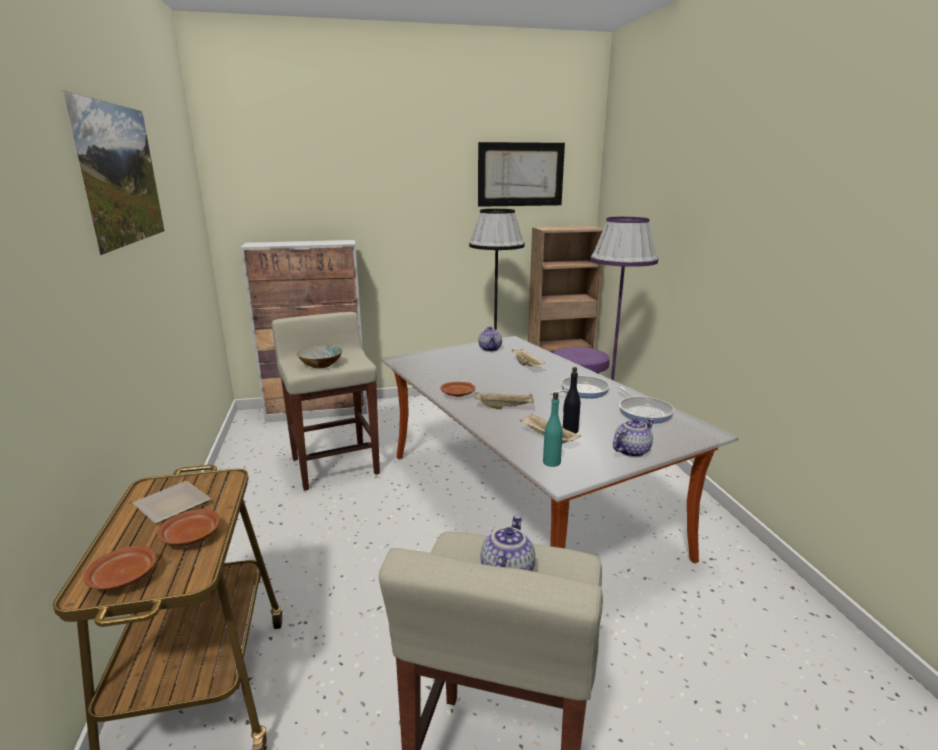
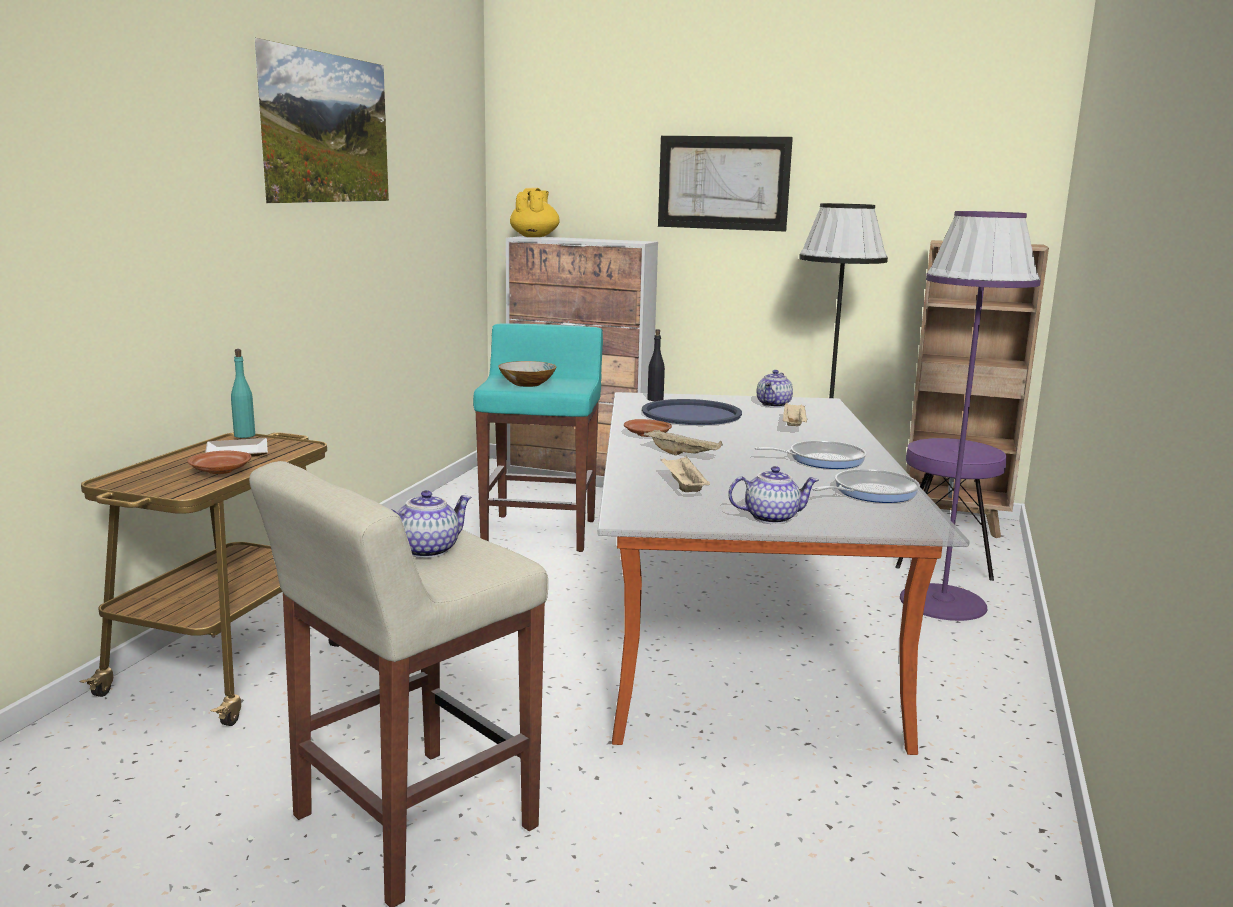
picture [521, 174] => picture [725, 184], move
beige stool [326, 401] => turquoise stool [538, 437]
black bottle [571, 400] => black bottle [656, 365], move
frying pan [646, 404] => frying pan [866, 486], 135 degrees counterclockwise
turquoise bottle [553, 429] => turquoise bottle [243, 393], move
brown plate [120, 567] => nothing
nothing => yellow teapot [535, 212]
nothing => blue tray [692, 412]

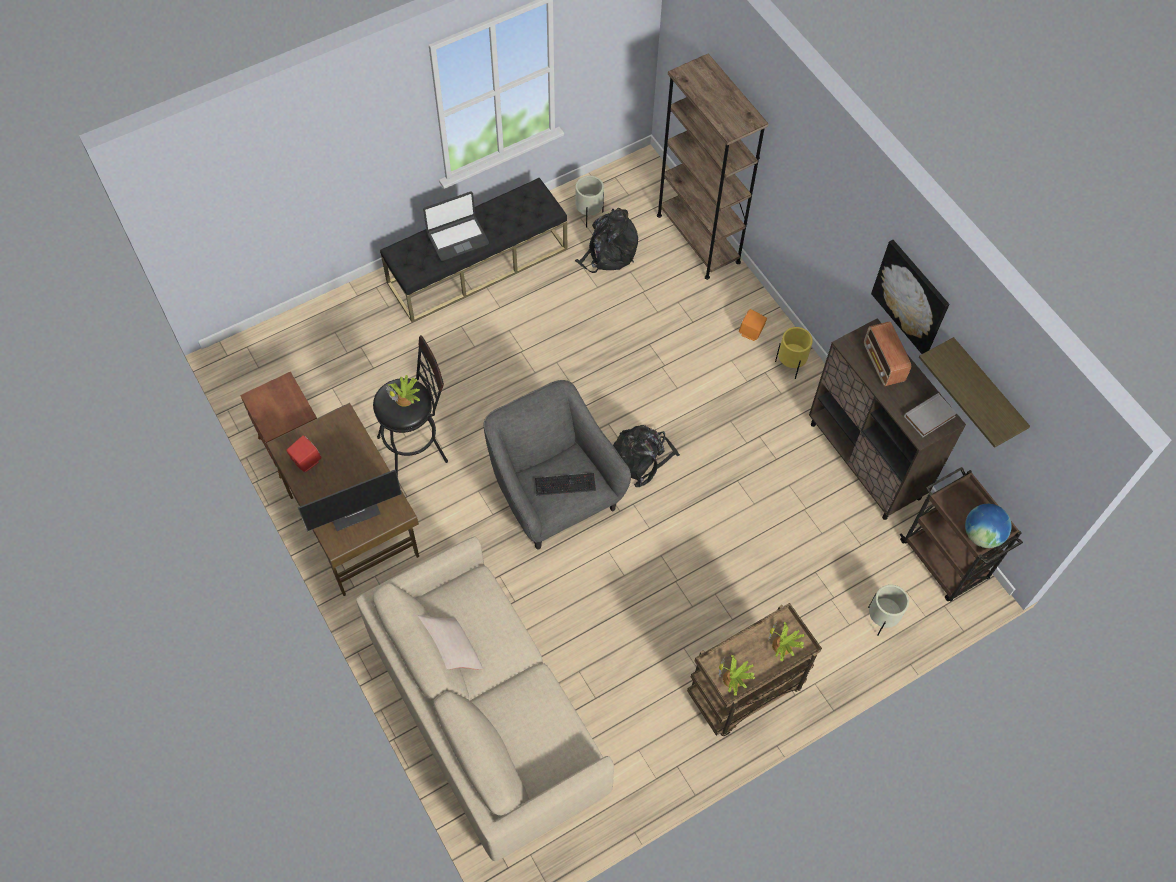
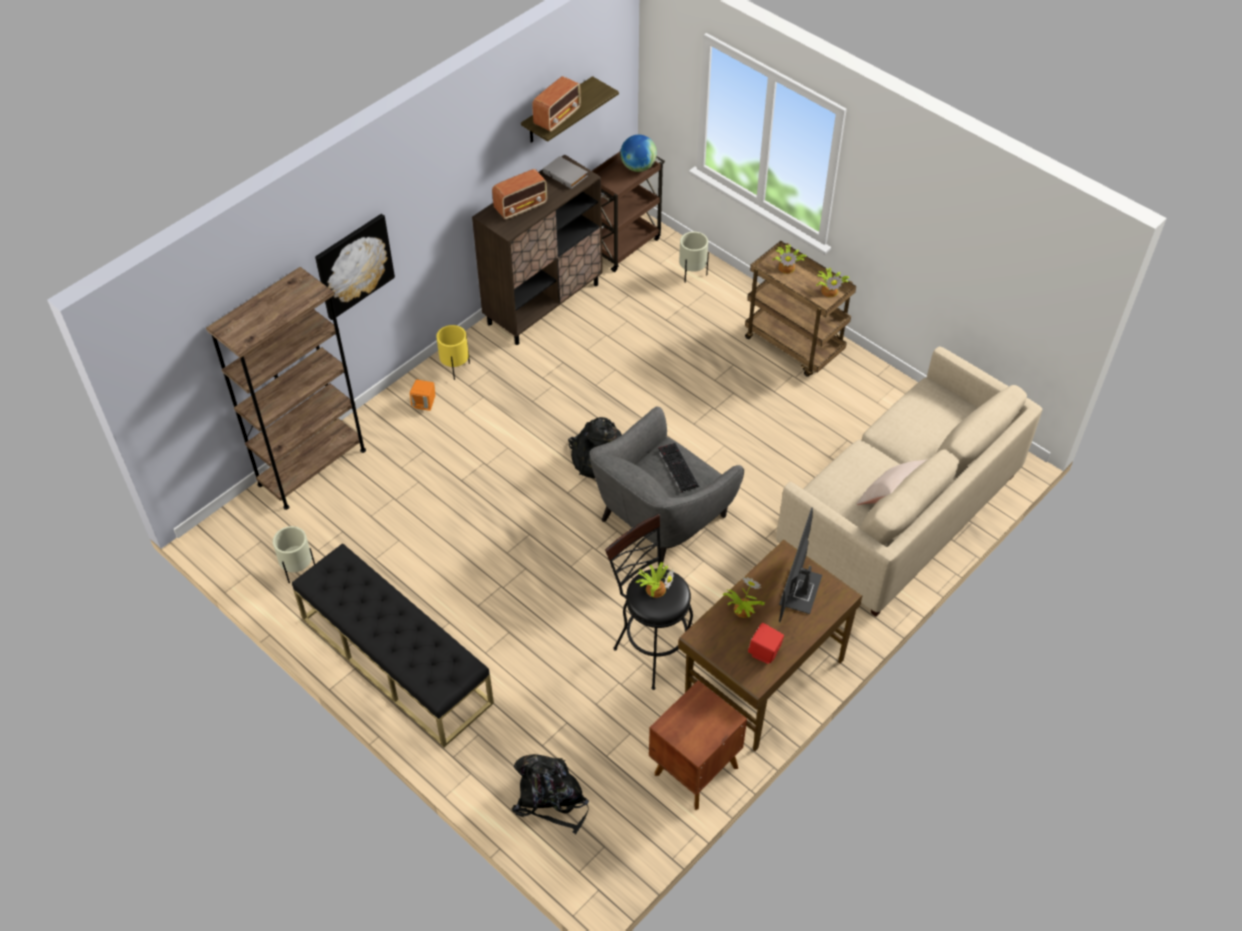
laptop [456, 226] => nothing
black backpack [606, 240] => black backpack [550, 794], move
picture [910, 297] => picture [355, 267], move
monitor [350, 500] => monitor [800, 564], 120 degrees counterclockwise
nothing => radio [556, 103]
nothing => potted plant [744, 597]

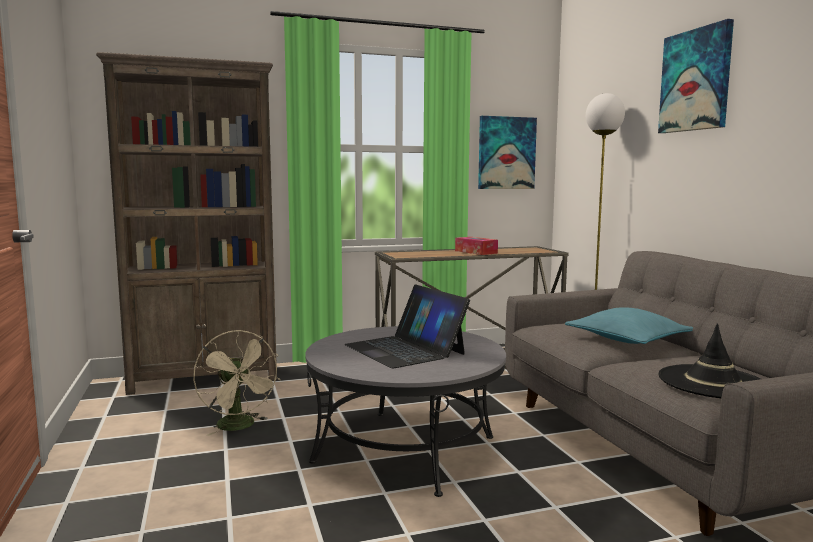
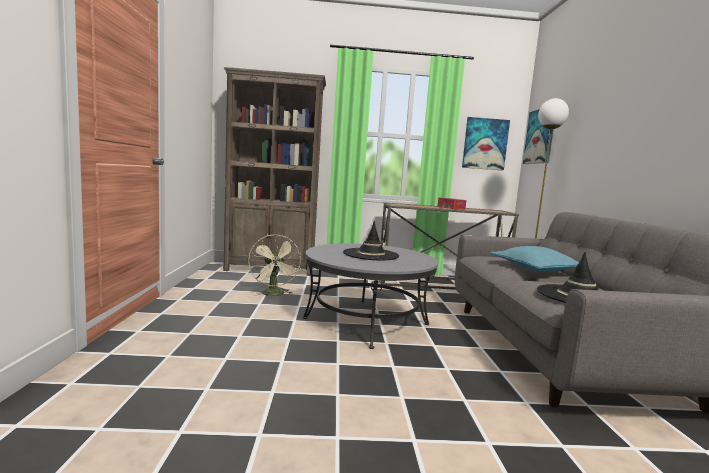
picture [696, 76] => picture [538, 136], move
laptop [407, 326] => black hat [371, 240]

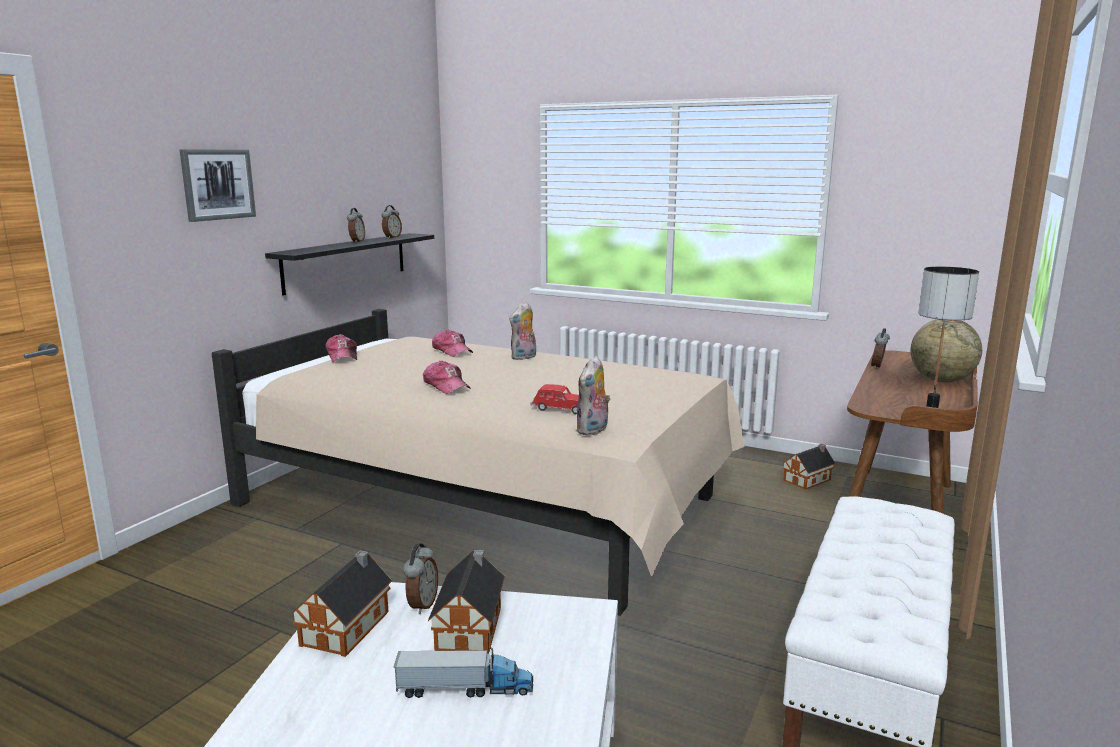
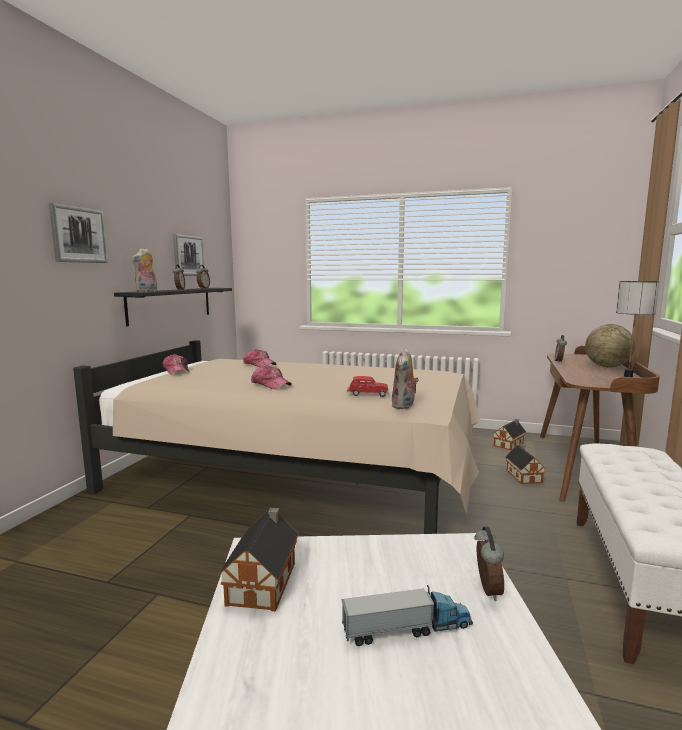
plush toy [522, 331] => plush toy [144, 270], move
alarm clock [420, 578] => alarm clock [489, 564], move
toy house [466, 602] => toy house [525, 464], move
nothing => picture [188, 255]

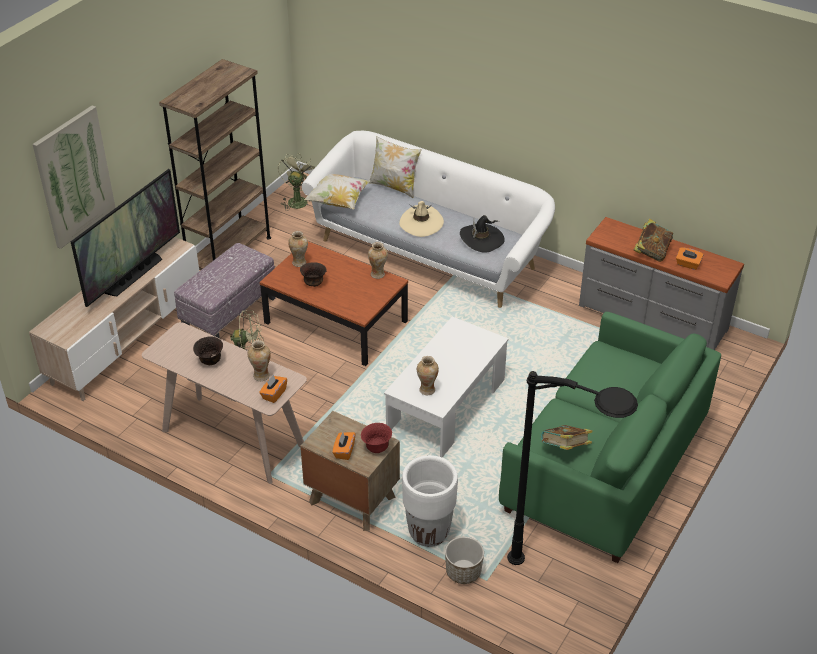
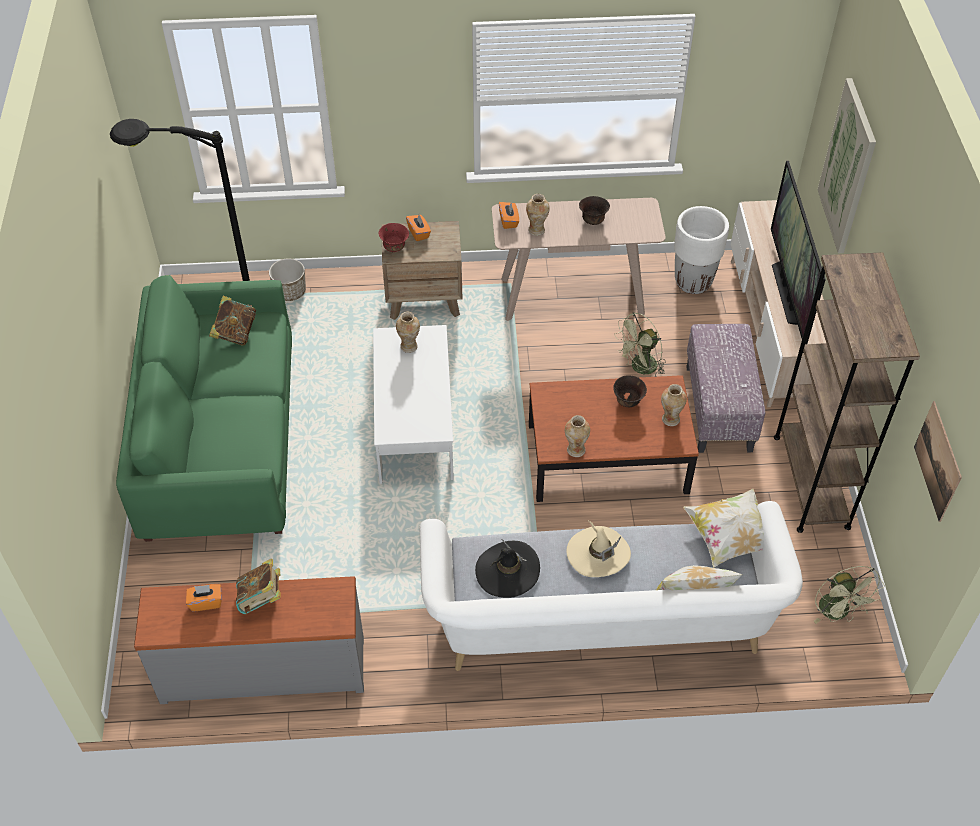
white planter [430, 501] => white planter [701, 250], move
nothing => picture [938, 461]

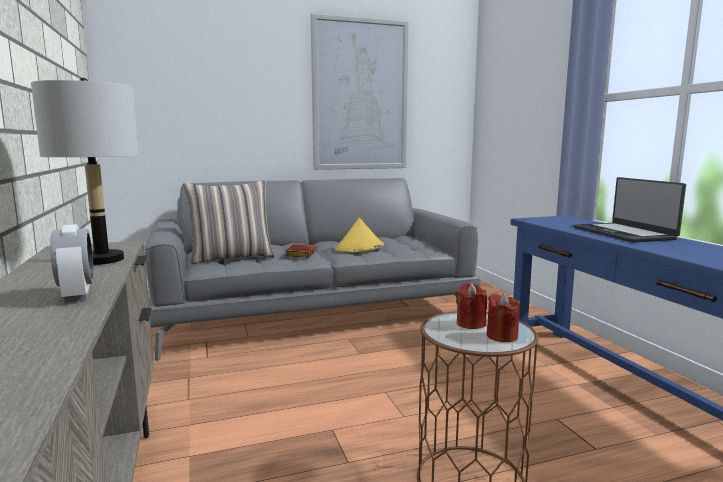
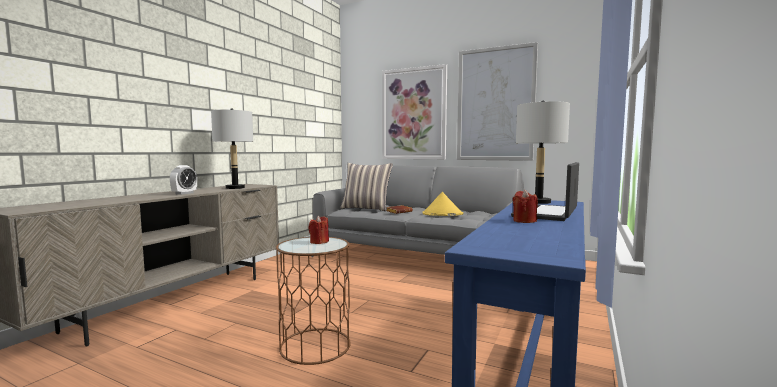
red candle [503, 317] => red candle [525, 206], move
nothing => picture [414, 111]
nothing => grey table lamp [543, 152]

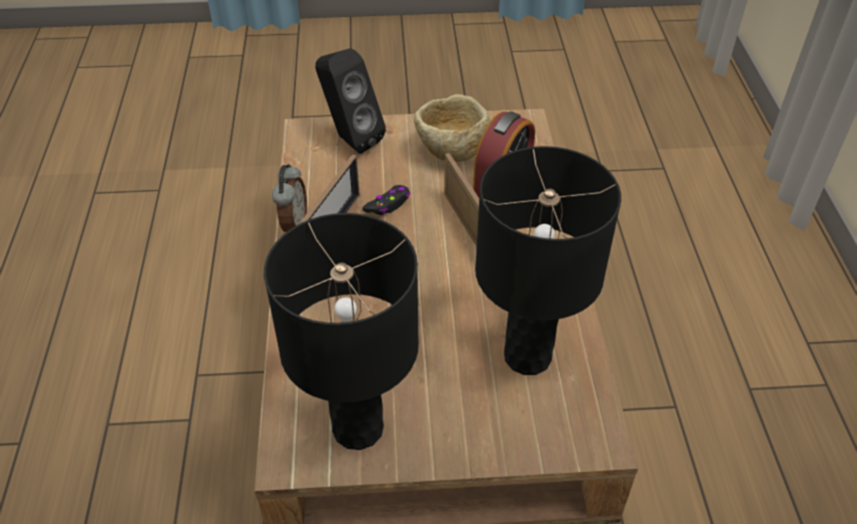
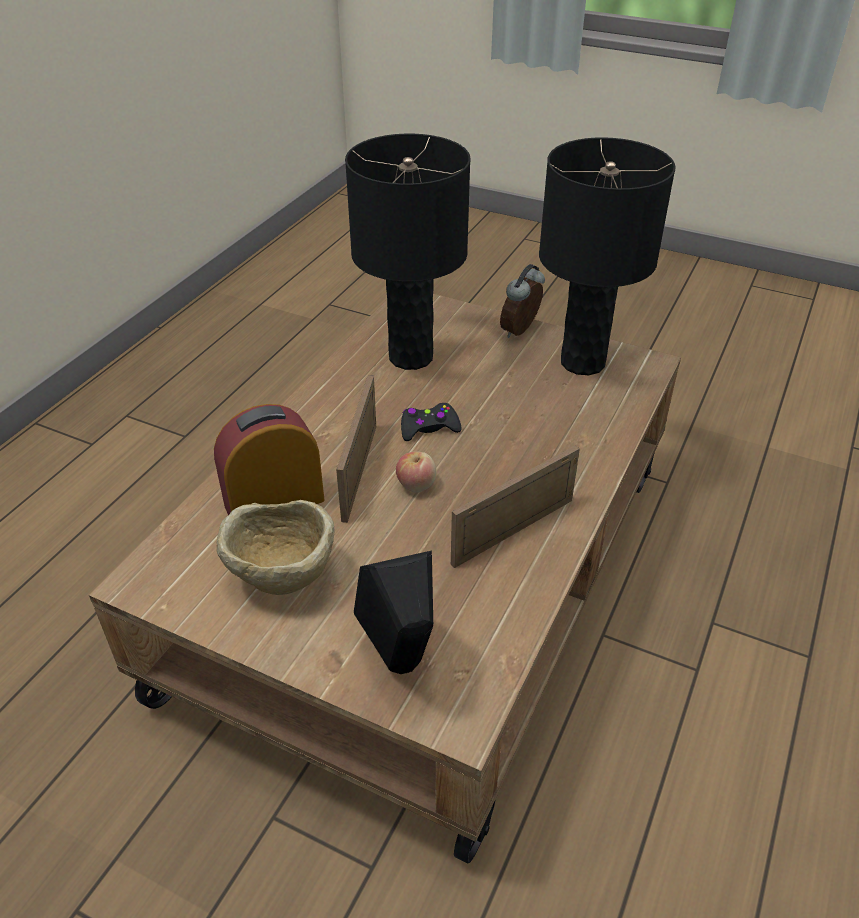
alarm clock [289, 198] => alarm clock [522, 301], move
black game controller [386, 200] => black game controller [431, 422], move
nothing => apple [416, 472]

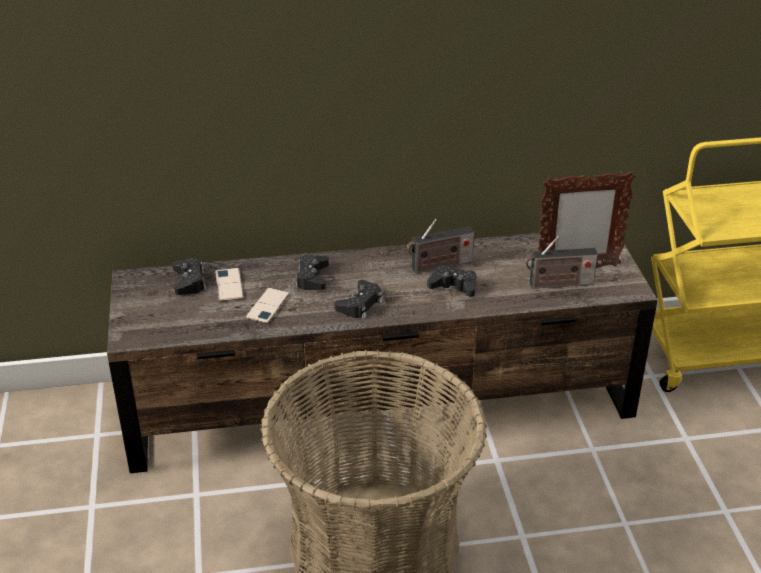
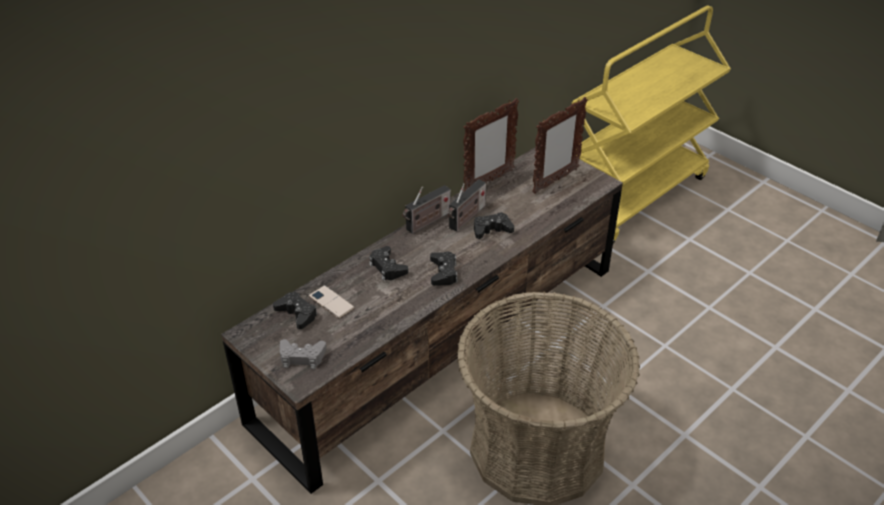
radio [562, 262] => radio [427, 209], move
phone [267, 306] => nothing
nothing => picture frame [491, 144]
nothing => grey game controller [303, 354]

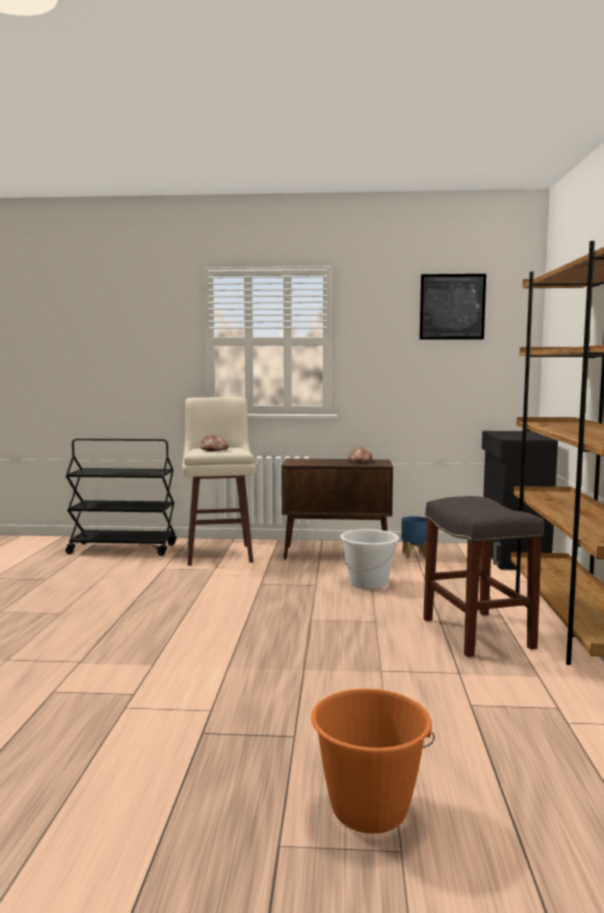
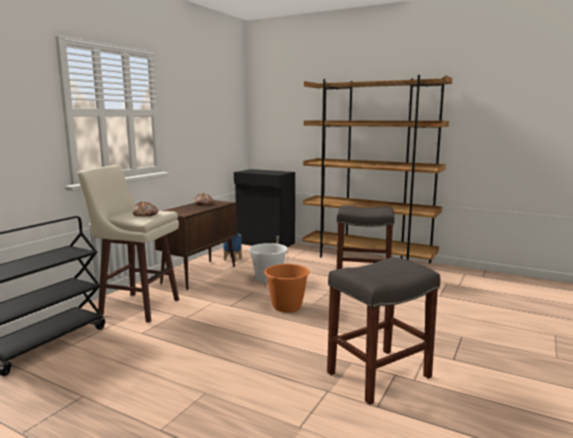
picture [453, 307] => nothing
orange bucket [373, 761] => orange bucket [287, 288], move
nothing => grey stool [383, 331]

